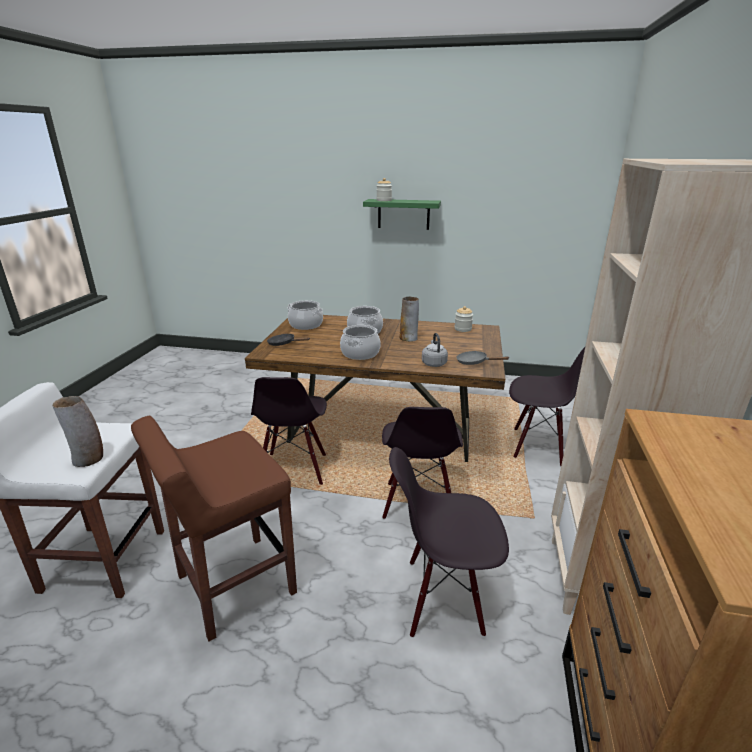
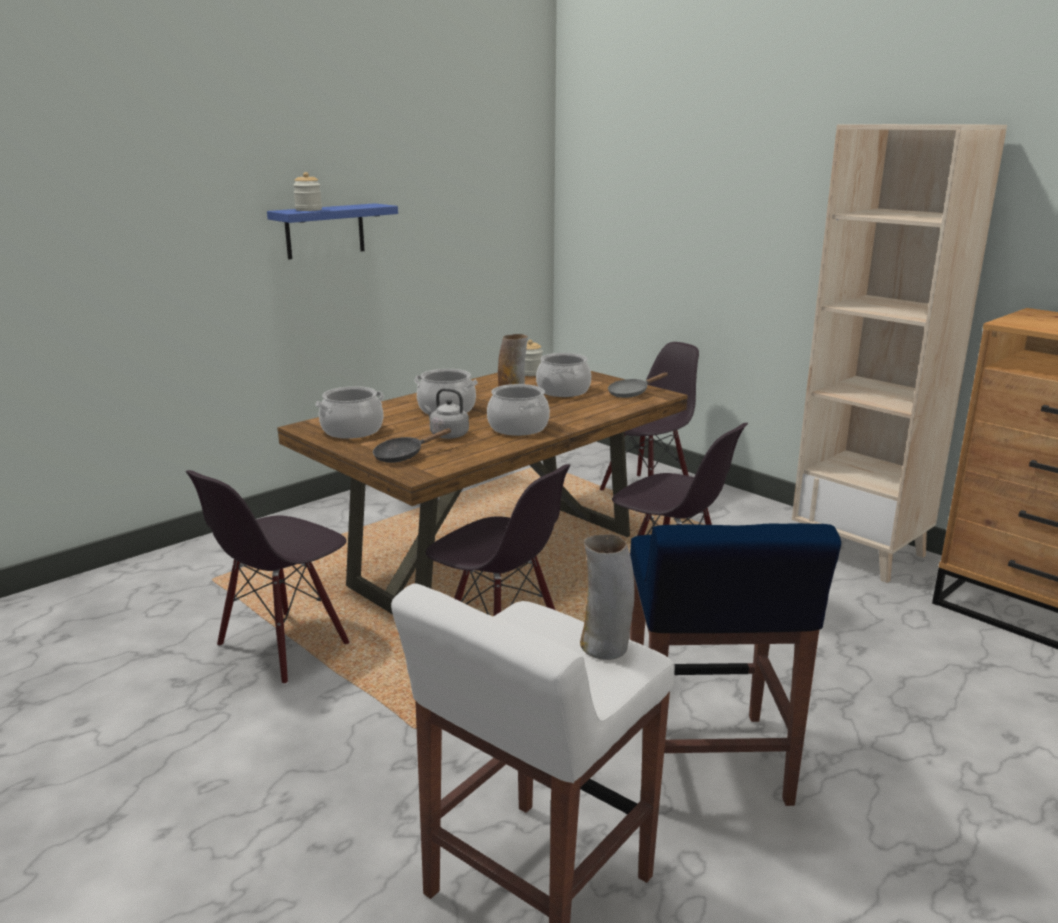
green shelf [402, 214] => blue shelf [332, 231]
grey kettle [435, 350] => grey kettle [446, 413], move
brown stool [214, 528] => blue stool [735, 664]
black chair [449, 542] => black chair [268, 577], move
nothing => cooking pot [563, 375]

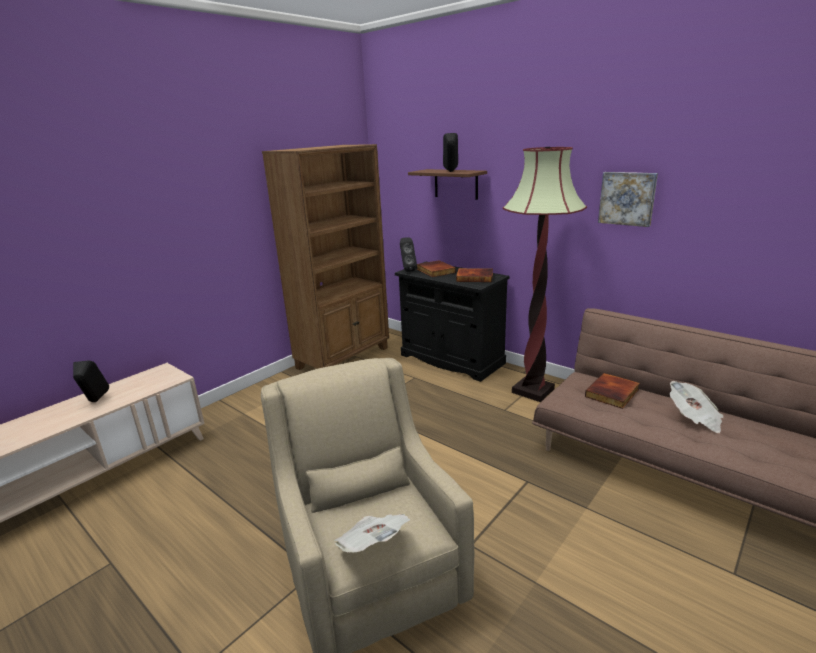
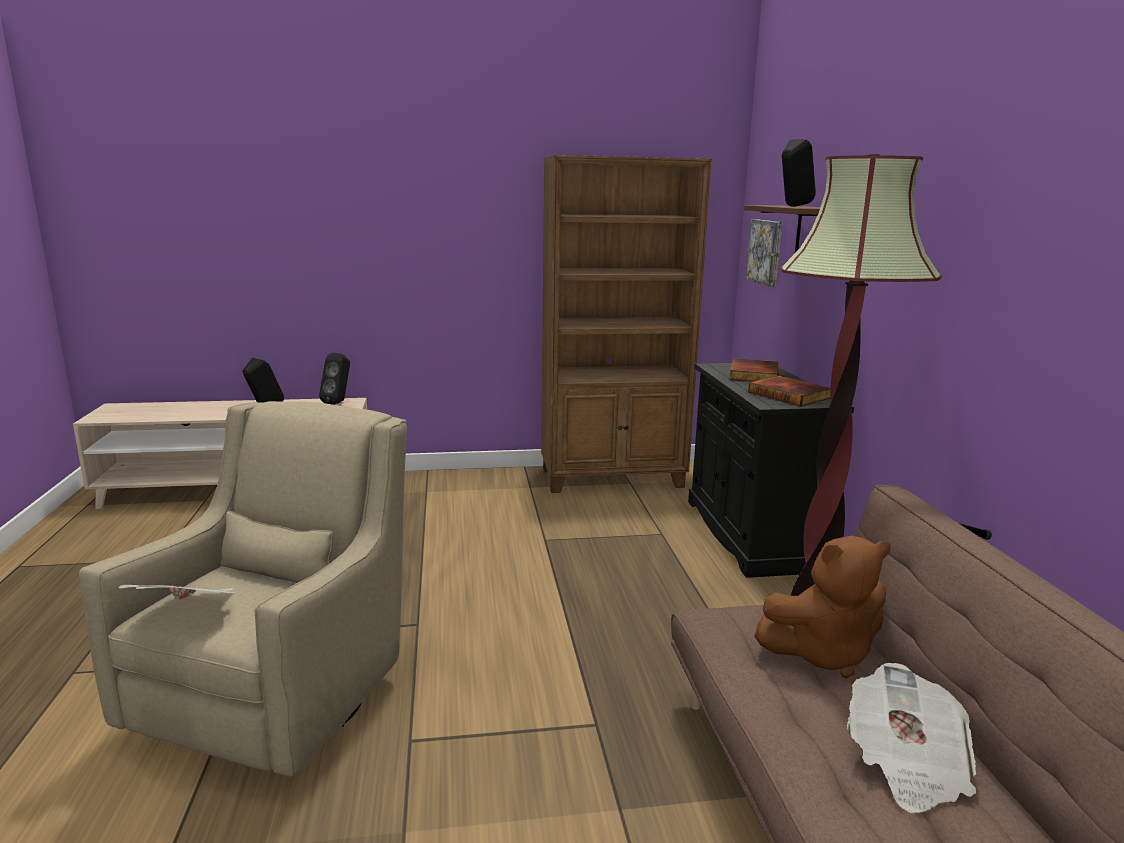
picture [628, 199] => picture [764, 252], move
black speaker [408, 254] => black speaker [334, 379], move
book [612, 391] => brown plush toy [822, 607]

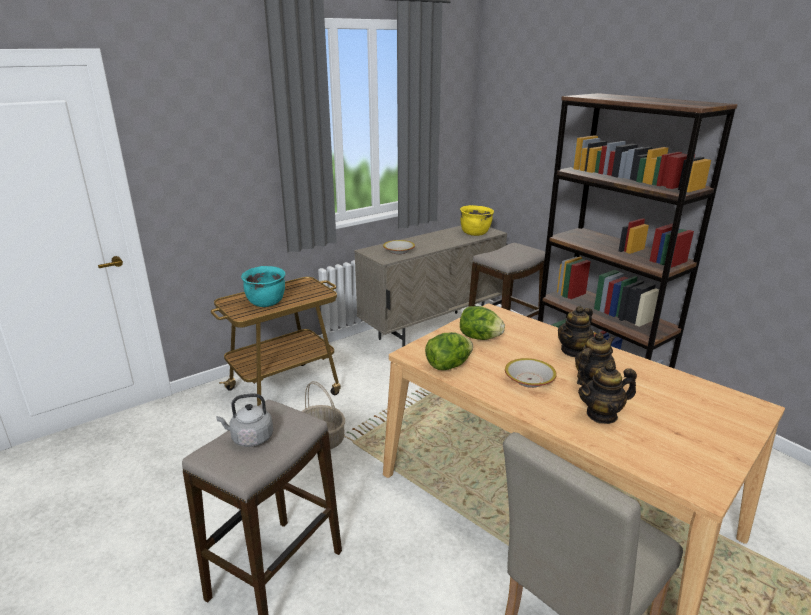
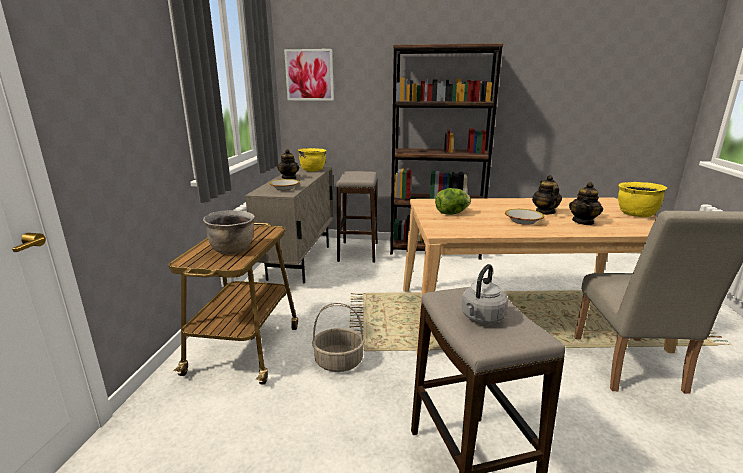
turquoise cooking pot [263, 286] => brown cooking pot [229, 232]
teapot [576, 331] => teapot [288, 164], move
lettuce [449, 351] => nothing
nothing => picture [309, 75]
nothing => yellow cooking pot [643, 199]

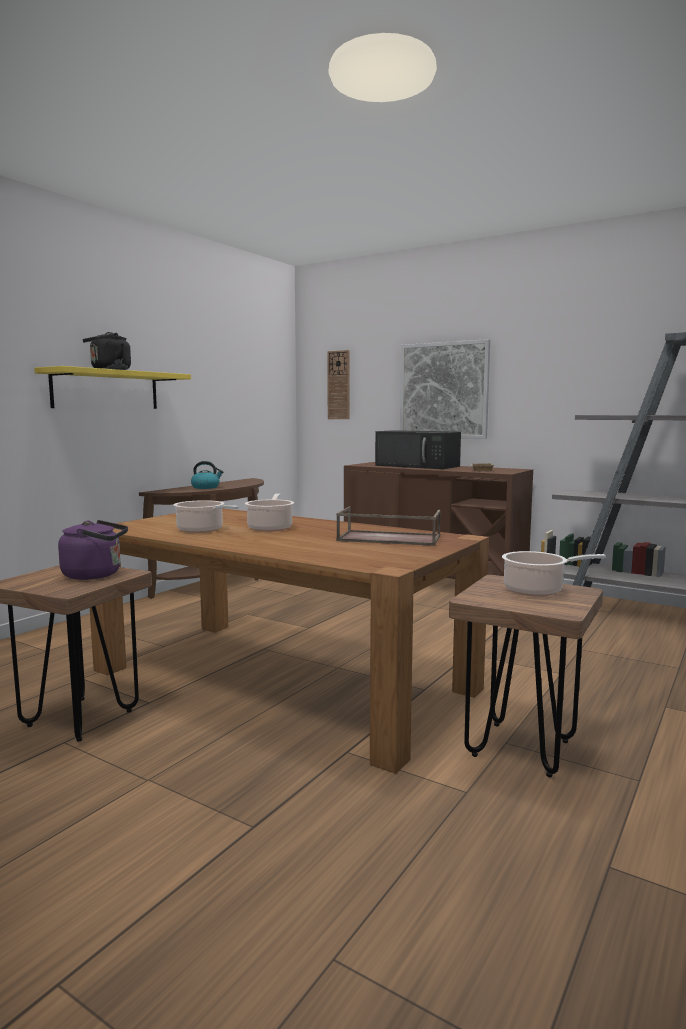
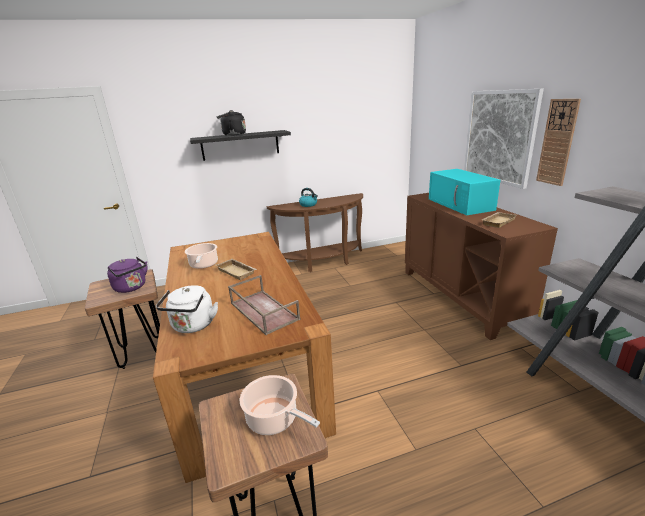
wall clock [338, 384] => wall clock [558, 142], move
yellow shelf [112, 387] => black shelf [240, 145]
black microwave [418, 449] => turquoise microwave [464, 192]
cooking pot [269, 512] => beige tray [236, 269]
nothing => white kettle [187, 309]

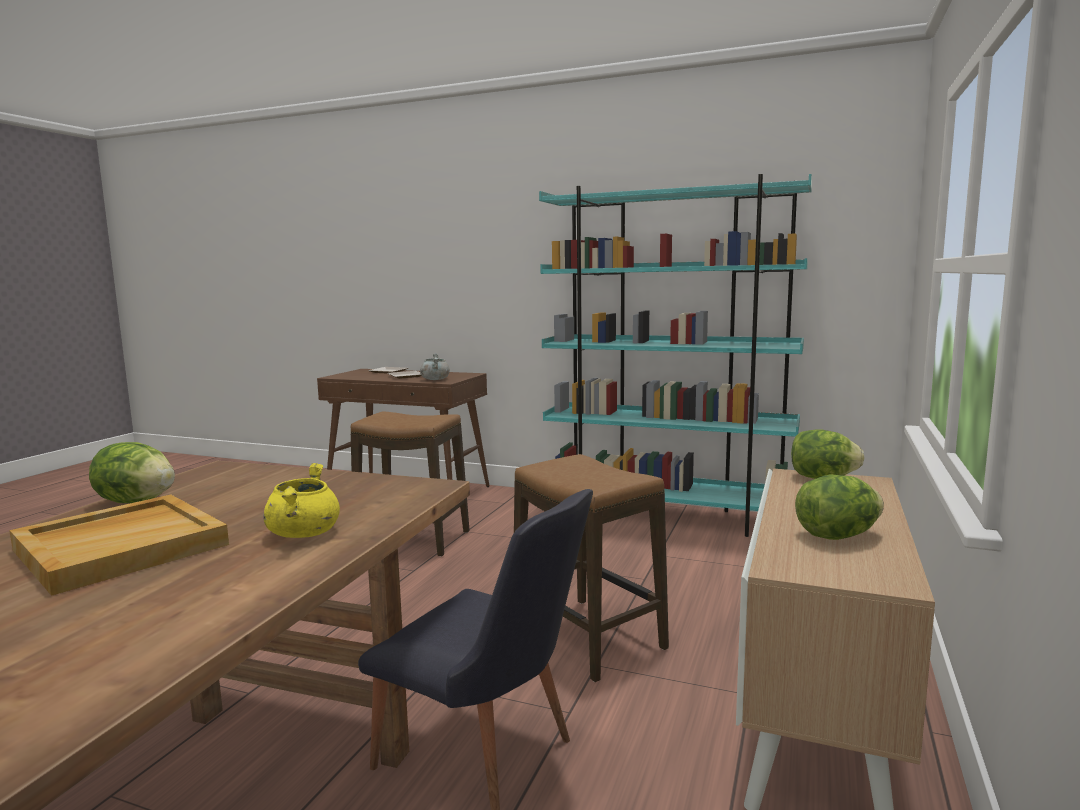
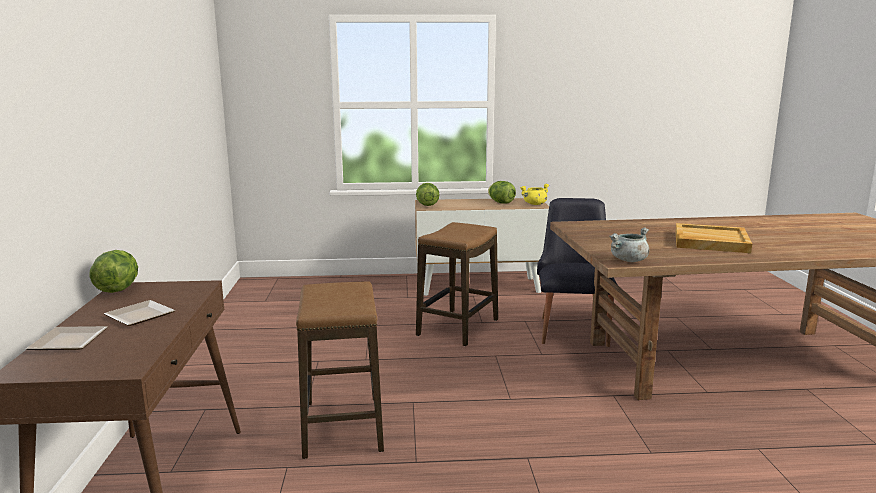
turquoise bookcase [675, 355] => nothing
grey cooking pot [435, 366] => grey cooking pot [629, 244], move
lettuce [132, 472] => lettuce [113, 271], move
yellow cooking pot [302, 500] => yellow cooking pot [535, 194], move

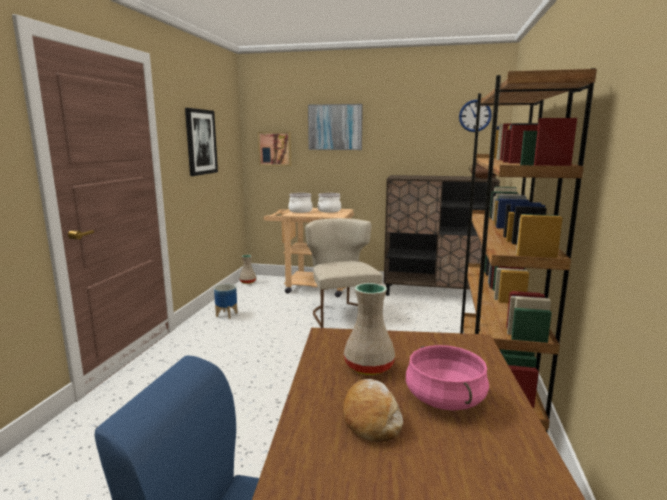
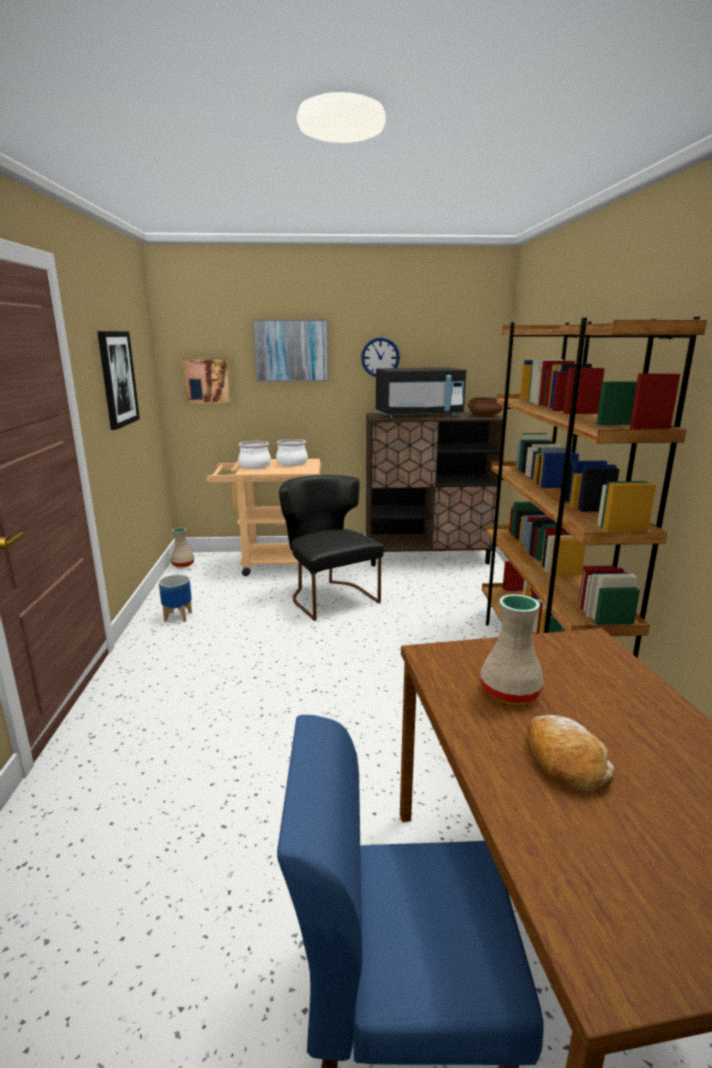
wall clock [475, 115] => wall clock [380, 357], move
beige chair [344, 273] => black chair [331, 548]
pink cooking pot [447, 378] => nothing
nothing => black microwave [421, 393]

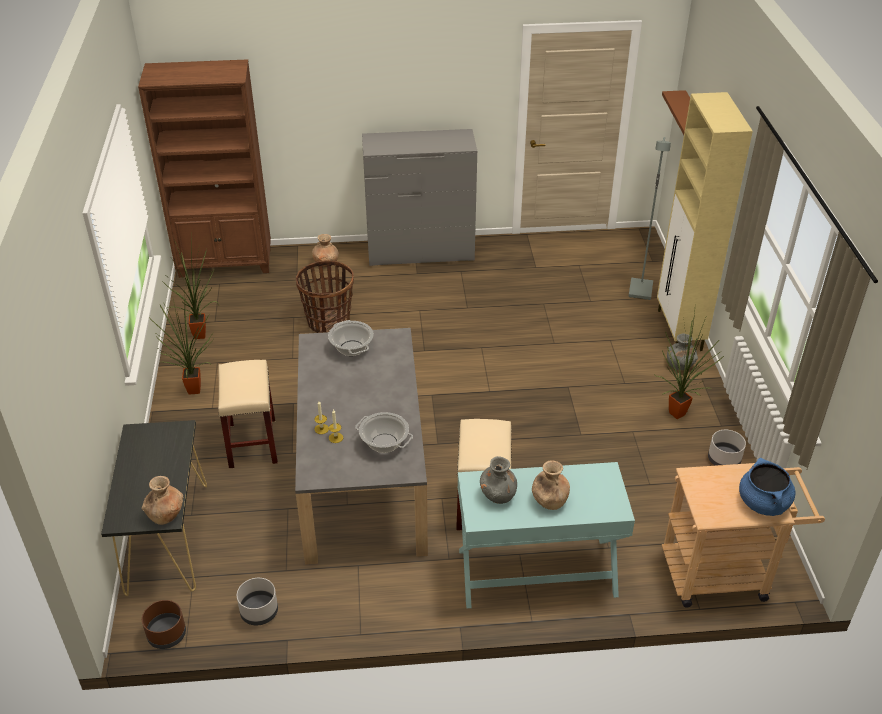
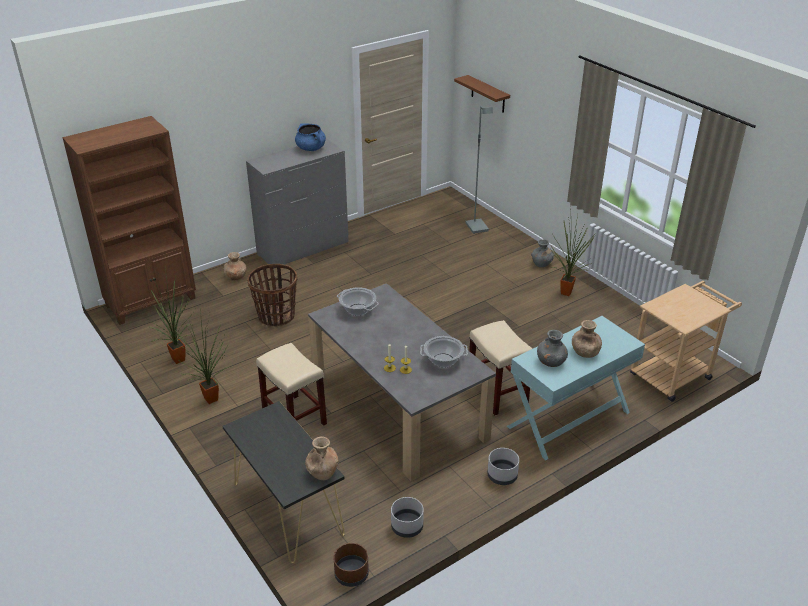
beige cabinet [705, 221] => nothing
grey planter [727, 448] => grey planter [503, 466], move
blue cooking pot [767, 487] => blue cooking pot [310, 137], move

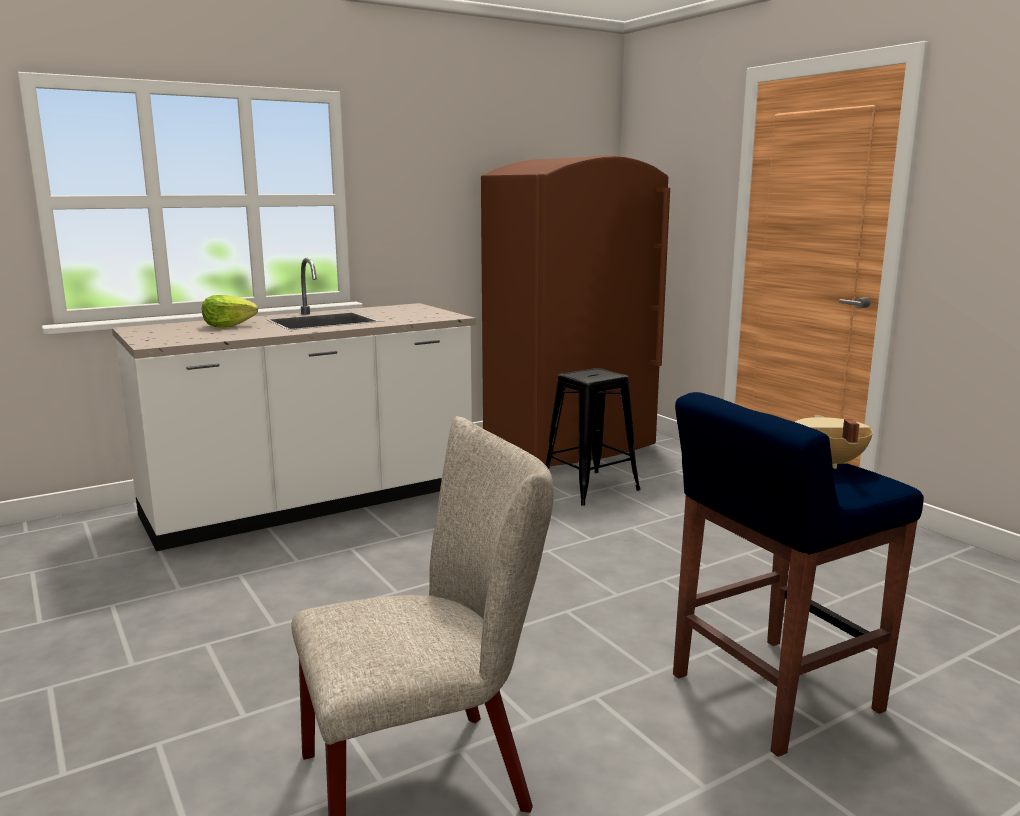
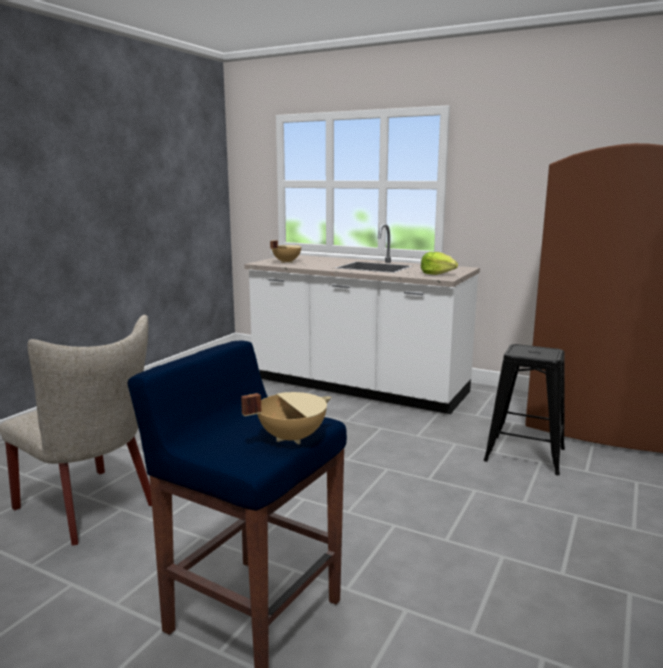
lettuce [230, 311] => lettuce [439, 263], move
nothing => beige cooking pot [286, 251]

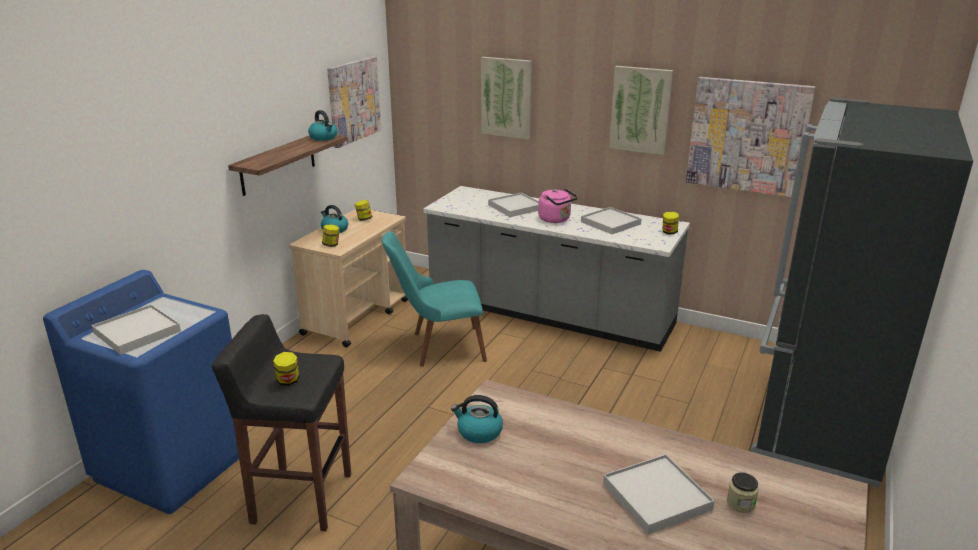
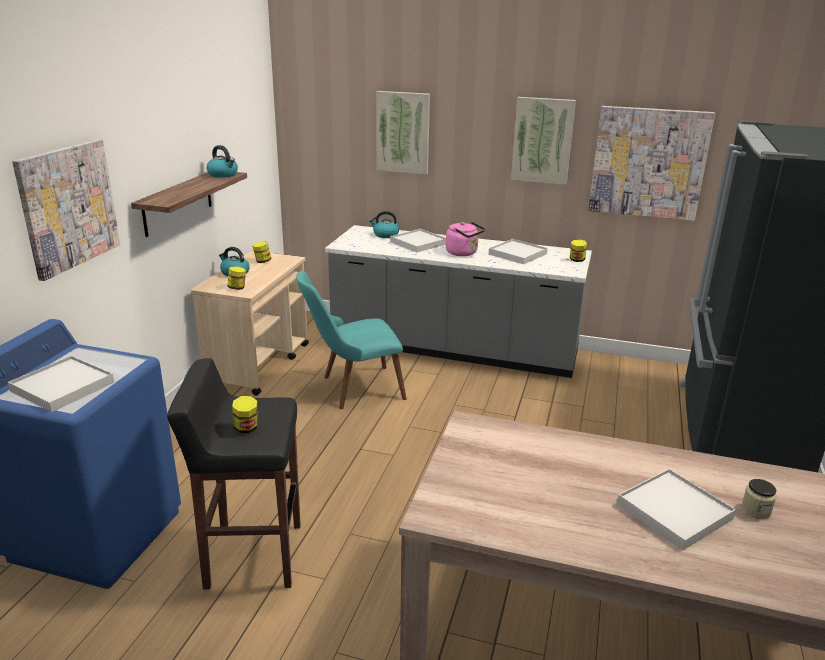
picture [354, 102] => picture [66, 210], move
kettle [477, 419] => kettle [384, 224], move

